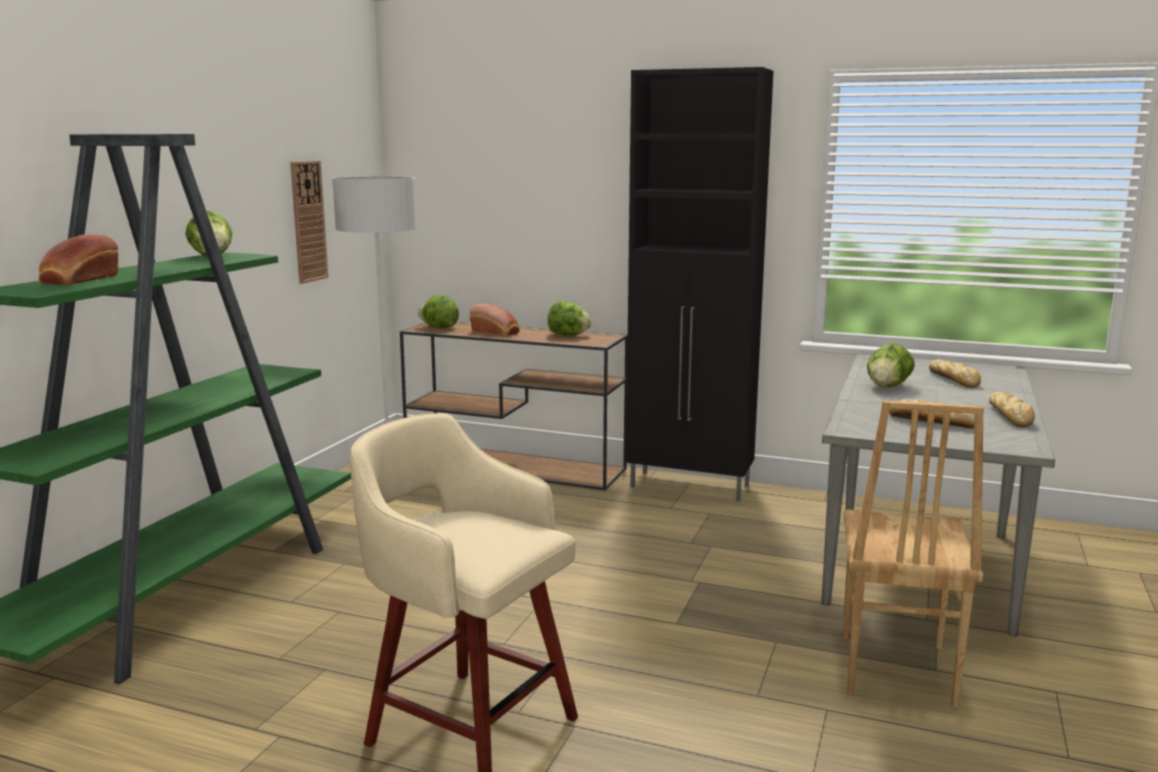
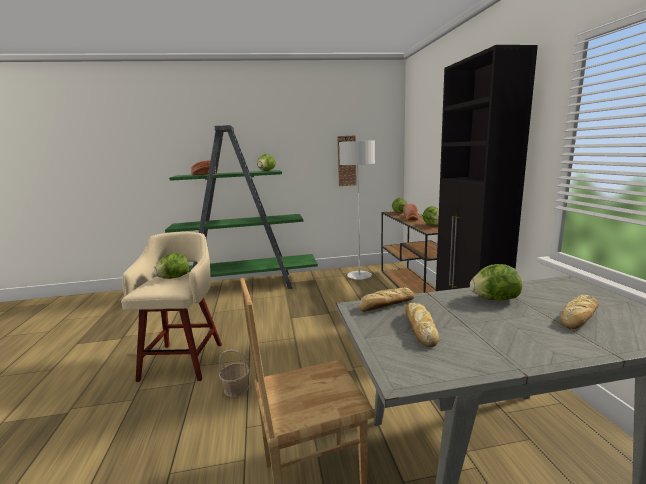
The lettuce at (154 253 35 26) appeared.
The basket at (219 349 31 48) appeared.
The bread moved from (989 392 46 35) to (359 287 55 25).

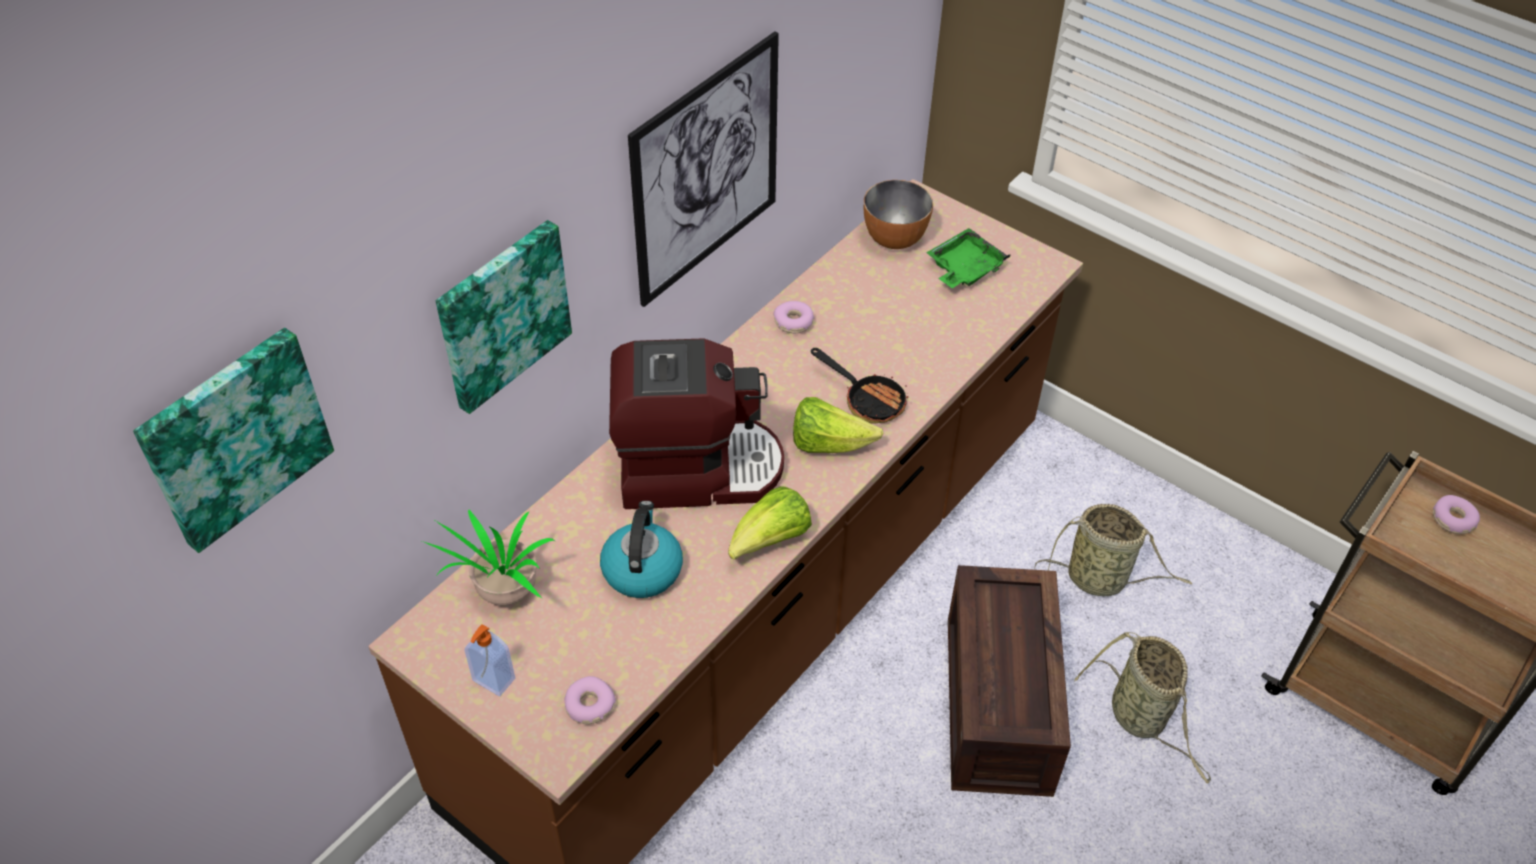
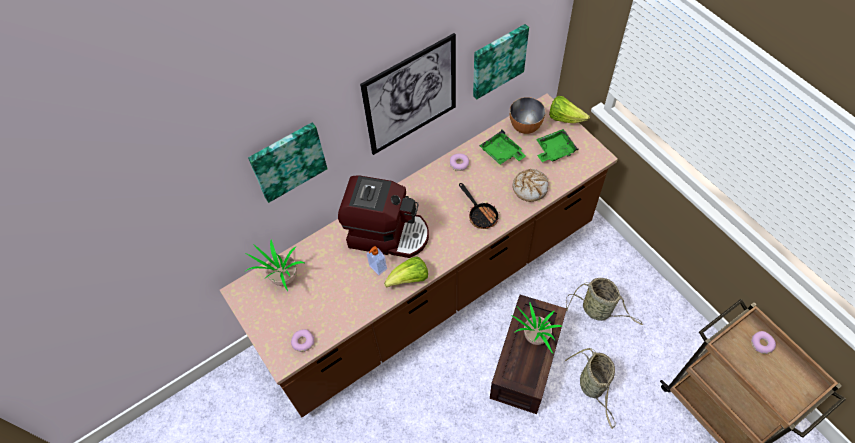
The soap dispenser moved from (464 624 51 72) to (367 246 20 29).
The picture moved from (133 327 201 226) to (473 24 56 75).
The green tray at (479 129 47 36) appeared.
The potted plant at (510 303 52 50) appeared.
The bread at (512 169 36 33) appeared.
The lettuce moved from (793 397 91 56) to (549 96 41 27).
The kettle at (600 501 83 97) disappeared.

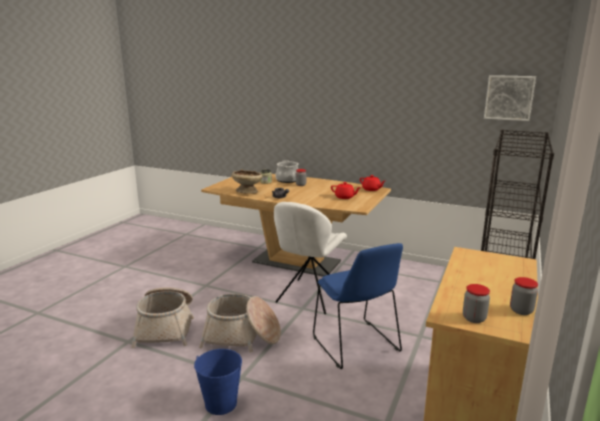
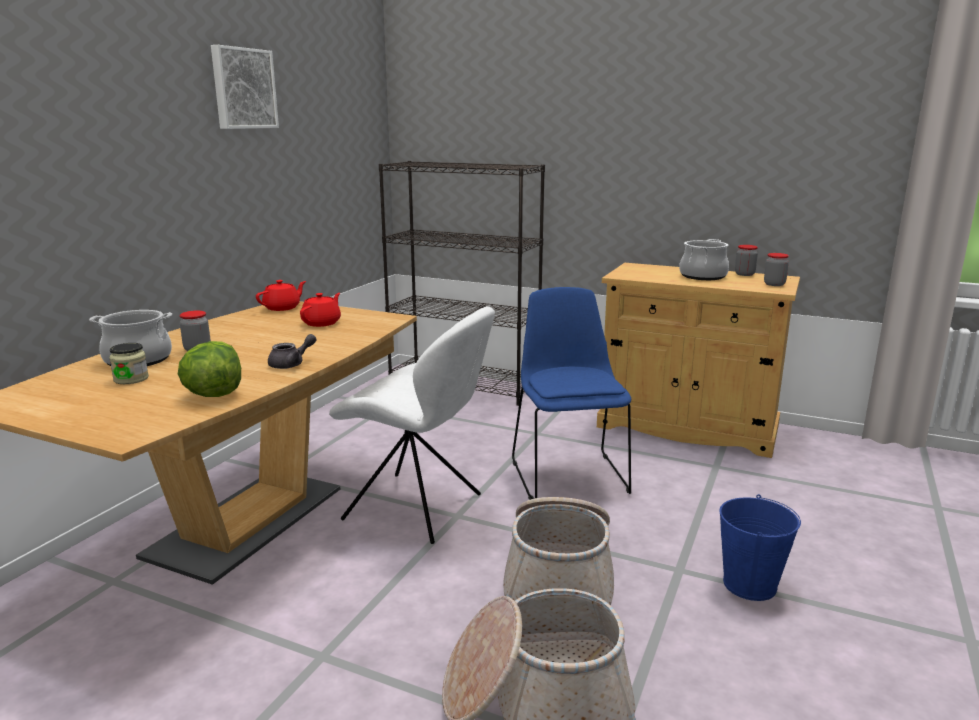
The beige bowl at (231 169 31 25) was replaced by the lettuce at (178 341 63 56).
The picture moved from (484 75 52 46) to (211 45 68 84).
The blue chair at (313 243 90 126) turned 75 degrees counterclockwise.
The cooking pot at (679 239 50 41) appeared.

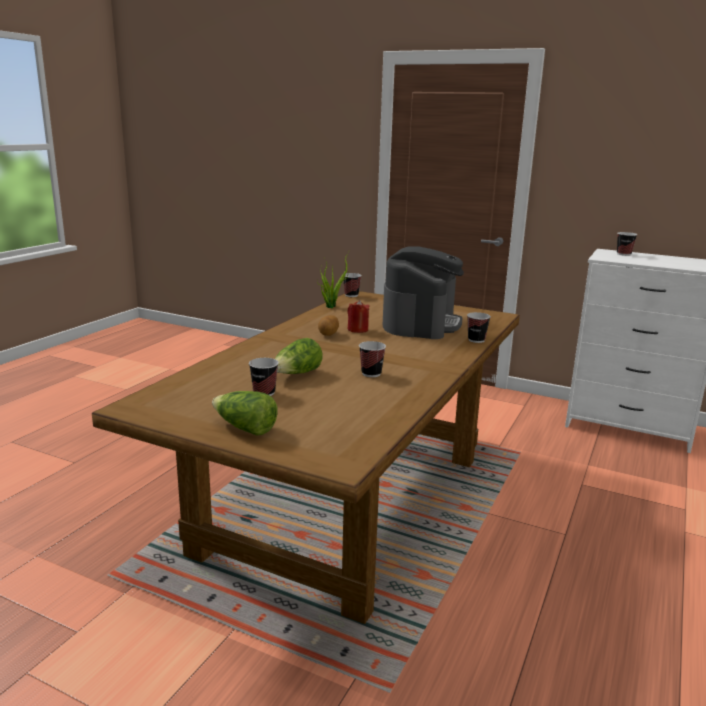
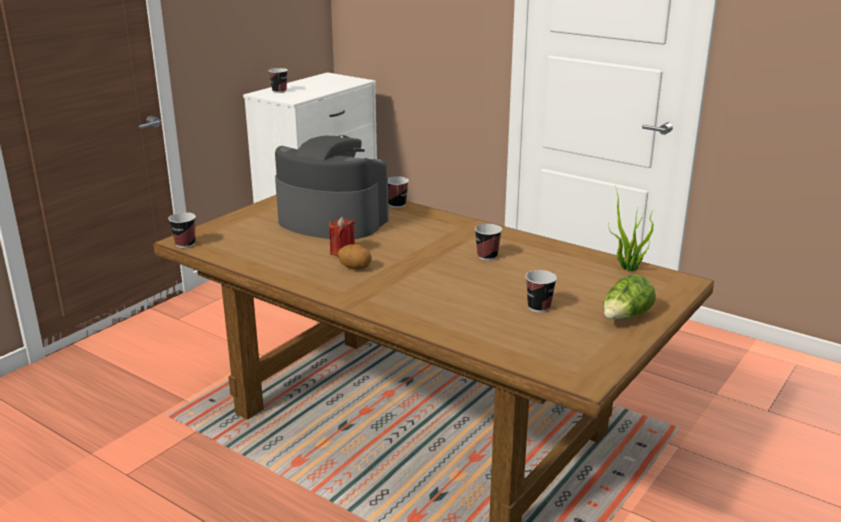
The potted plant moved from (317 249 34 59) to (608 185 46 86).
The lettuce at (275 338 48 36) disappeared.

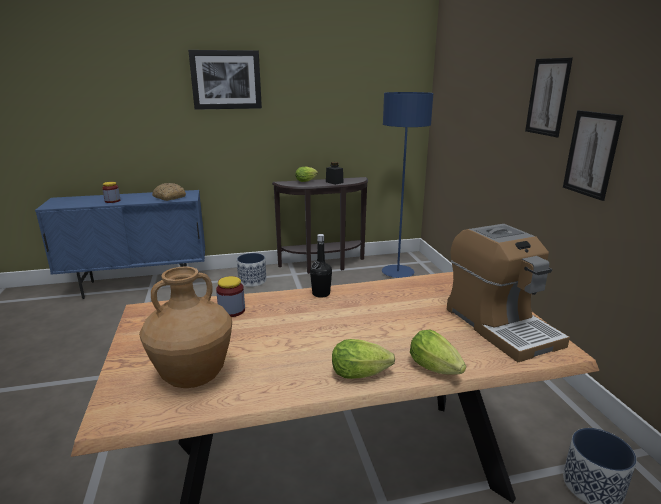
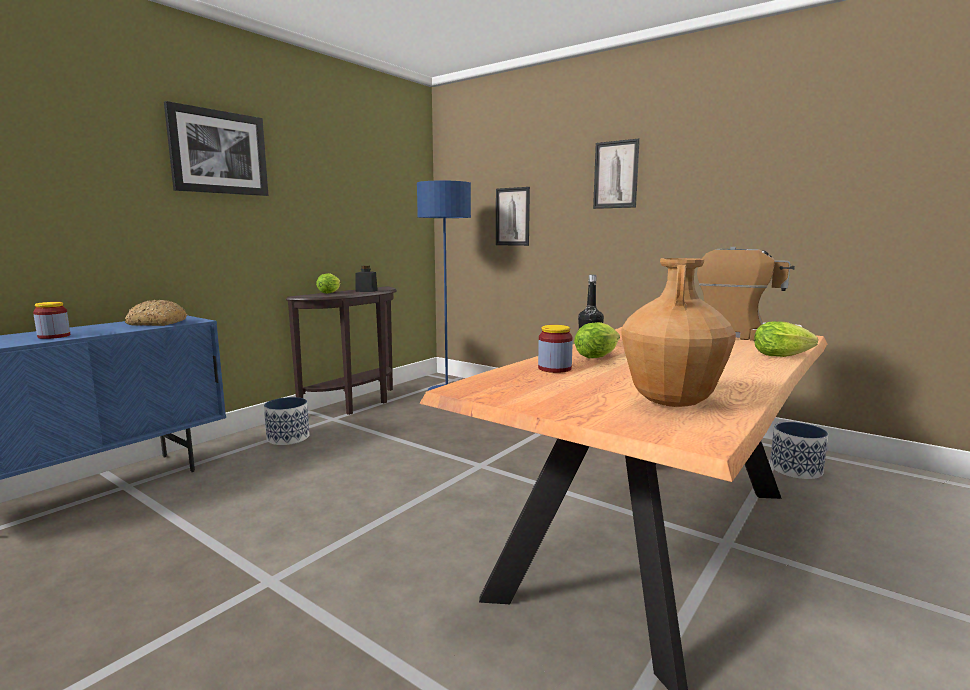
The picture moved from (563 110 60 91) to (496 187 34 59).
The lettuce moved from (332 339 63 40) to (574 322 46 36).

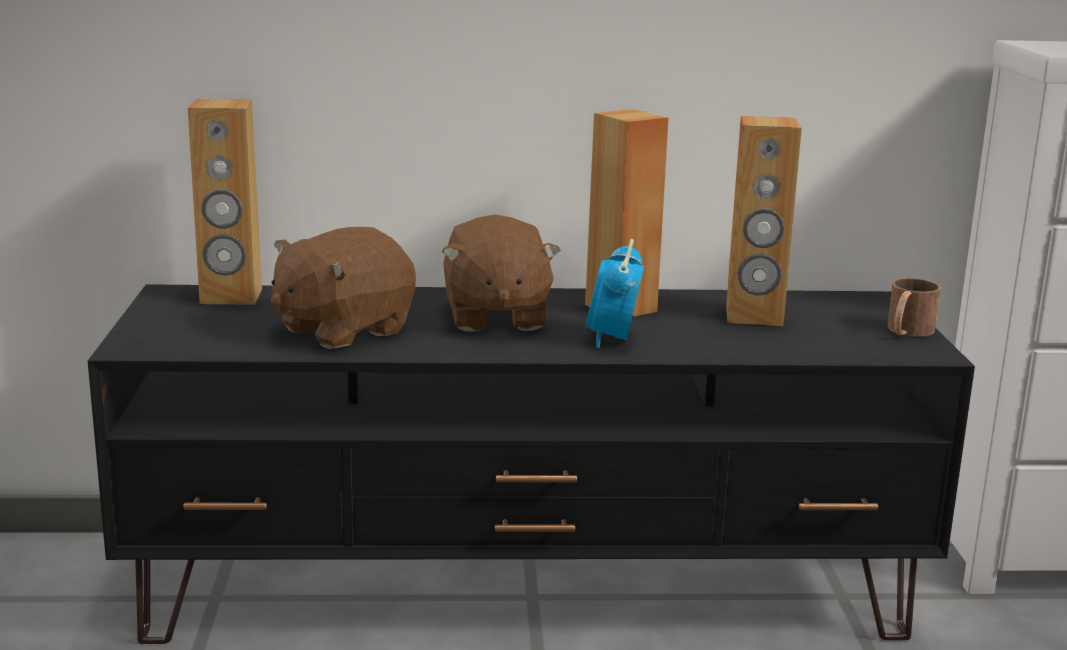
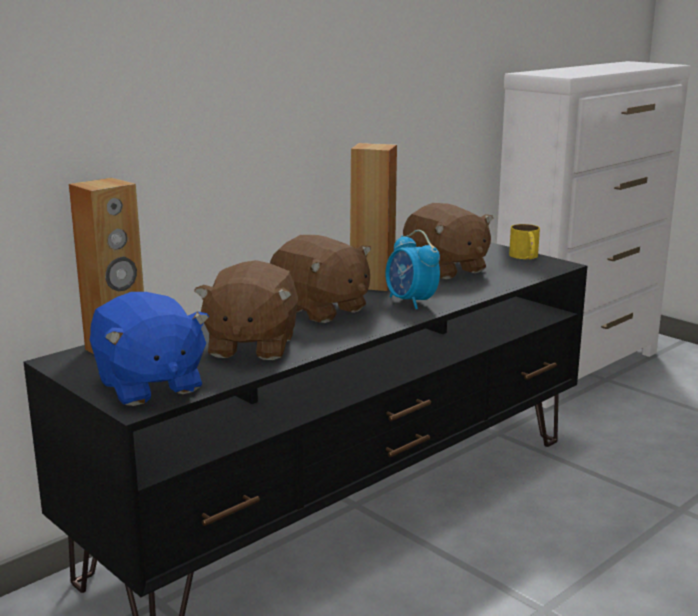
The blue plush toy at (90 292 119 114) appeared.
The brown speaker at (726 116 76 210) was replaced by the brown plush toy at (403 203 90 76).
The brown mug at (887 278 53 58) became the yellow mug at (509 224 31 35).

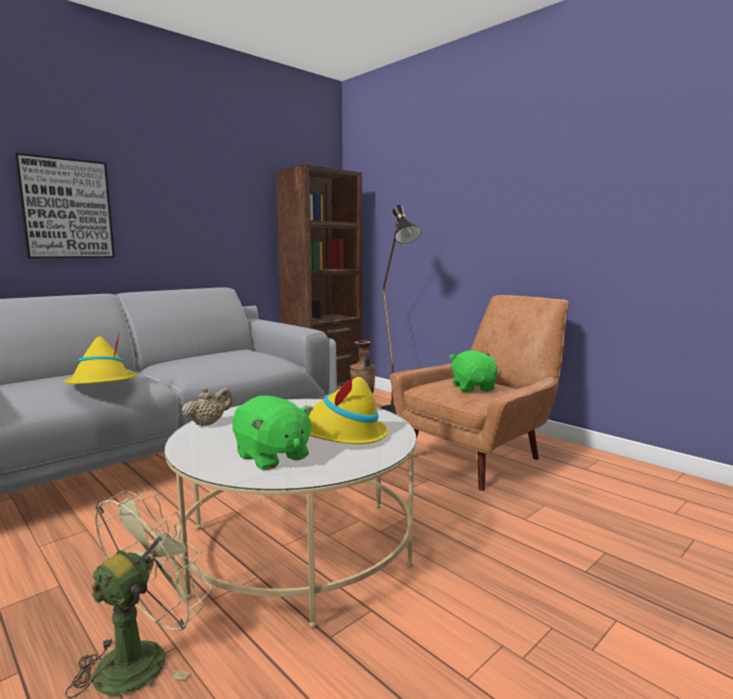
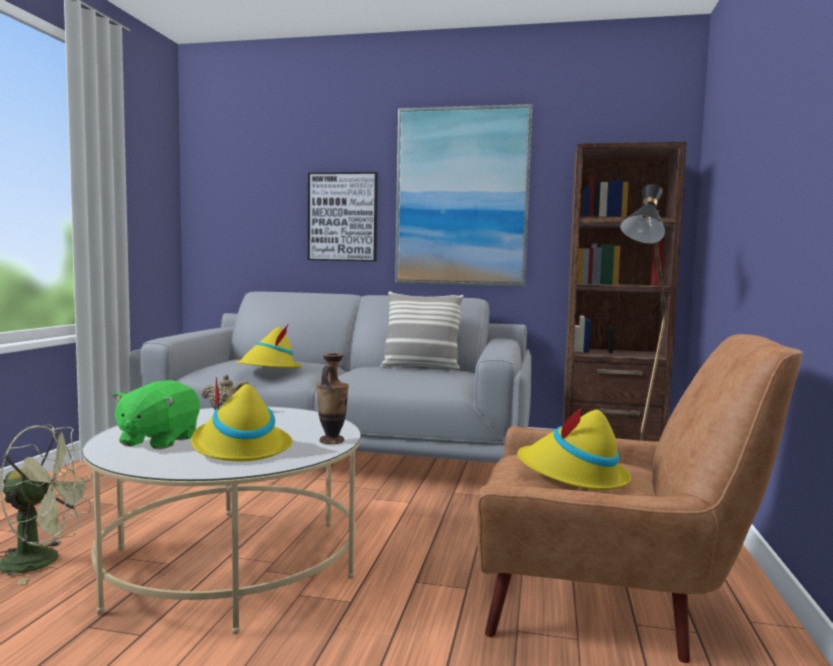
The pillow at (380 291 84 79) appeared.
The picture at (395 104 137 183) appeared.
The green plush toy at (449 350 49 42) was replaced by the yellow hat at (517 406 114 84).

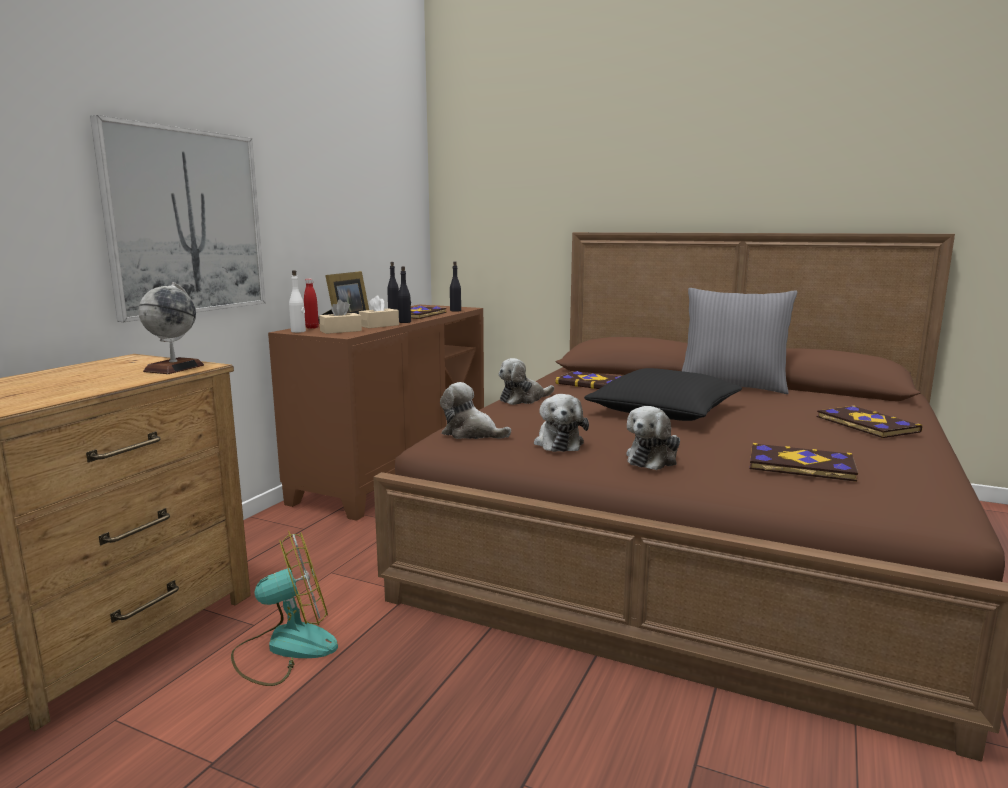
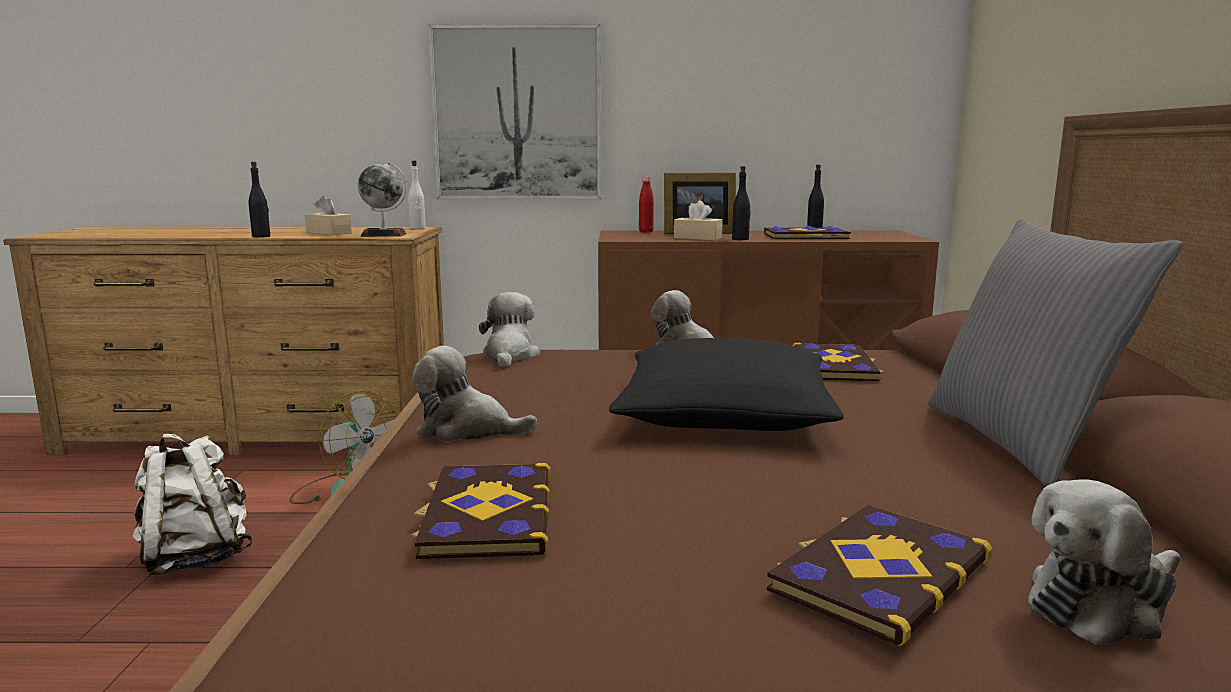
The white backpack at (132 434 120 142) appeared.
The black bottle moved from (450 261 11 51) to (249 162 21 76).
The beige tissue box moved from (319 299 43 35) to (305 196 47 39).
The white bottle moved from (289 270 17 63) to (408 160 18 69).
The plush toy moved from (534 394 55 58) to (1028 479 153 166).

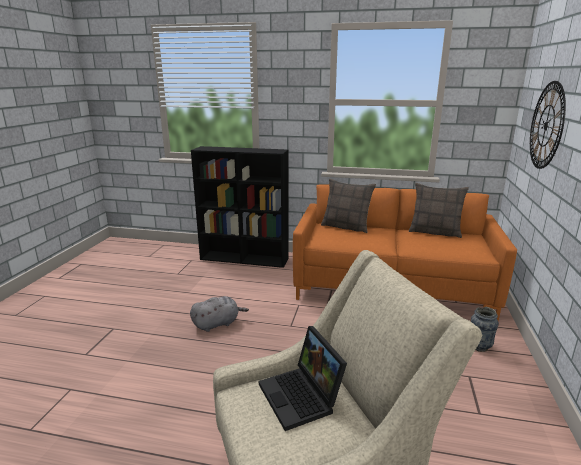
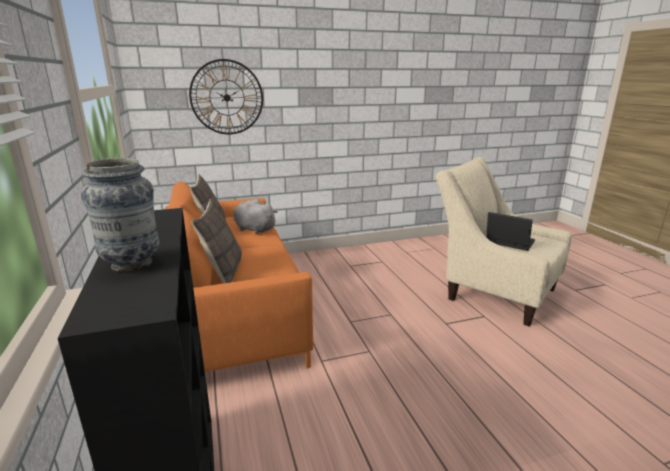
The vase moved from (471 307 28 45) to (81 158 79 114).
The grey plush toy moved from (190 296 59 36) to (233 199 45 35).
The laptop at (259 326 88 105) turned 90 degrees counterclockwise.

